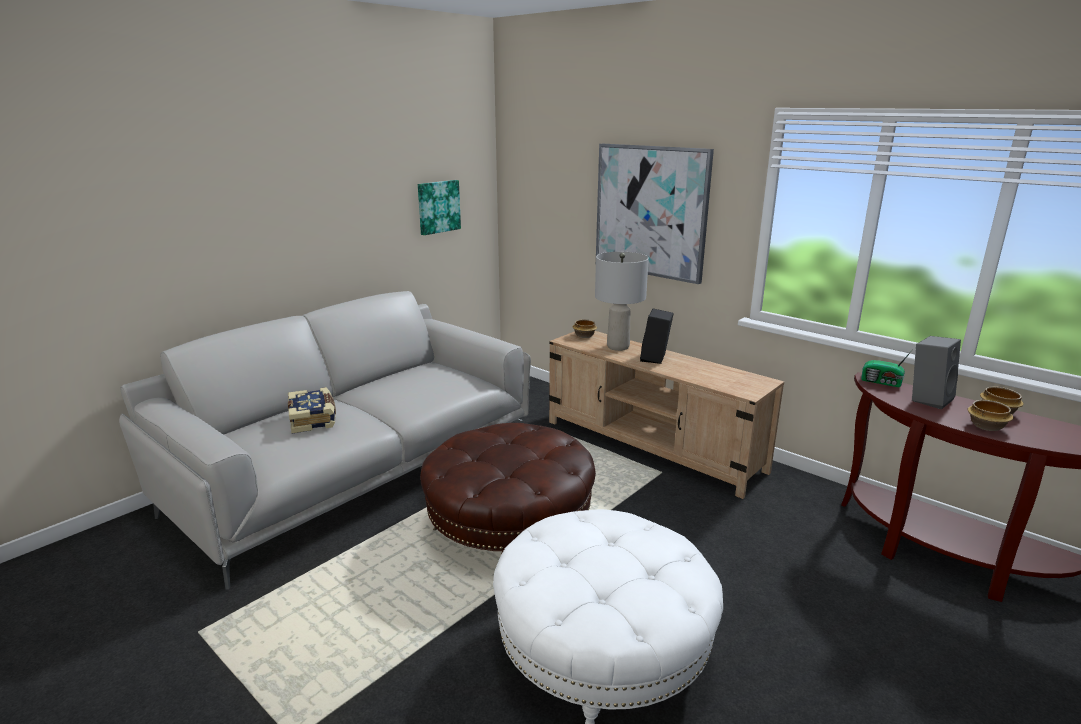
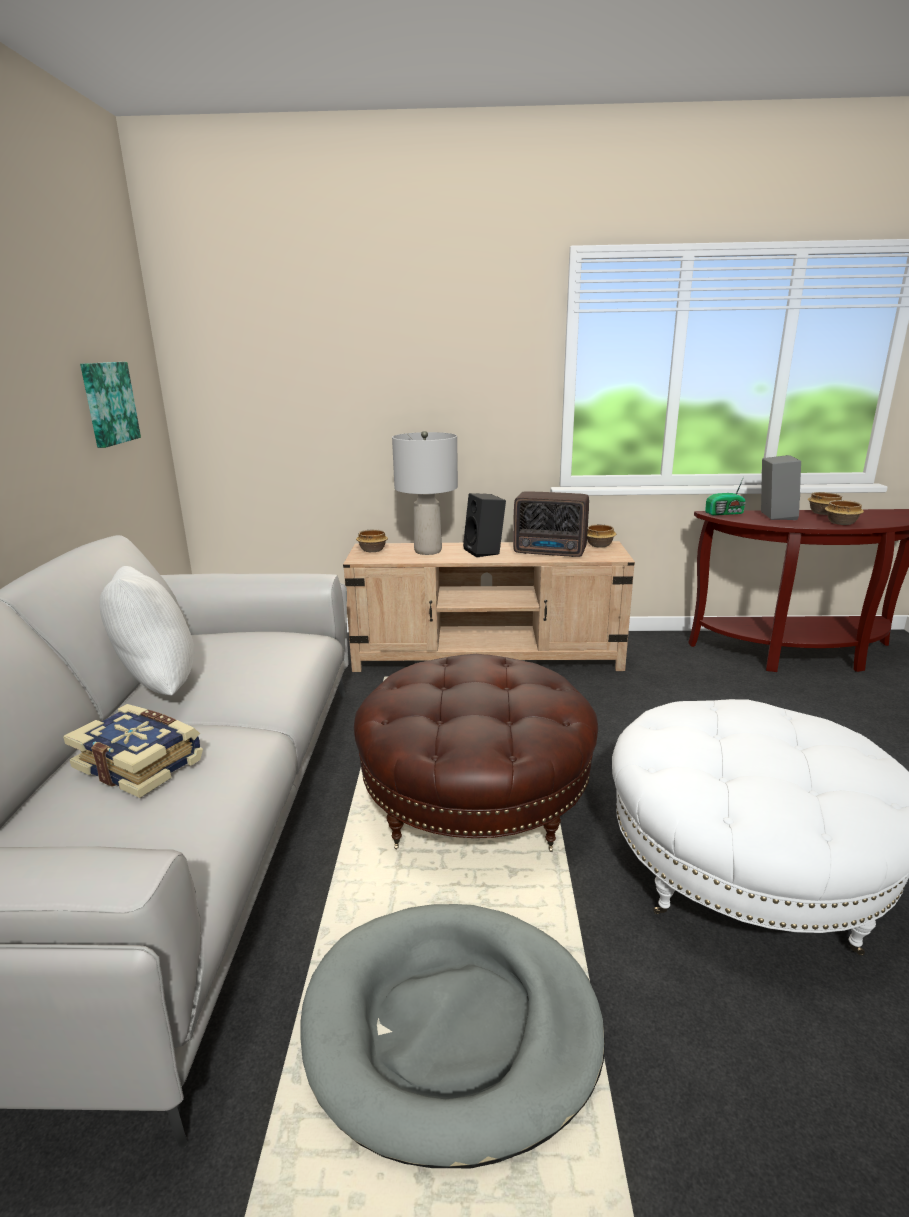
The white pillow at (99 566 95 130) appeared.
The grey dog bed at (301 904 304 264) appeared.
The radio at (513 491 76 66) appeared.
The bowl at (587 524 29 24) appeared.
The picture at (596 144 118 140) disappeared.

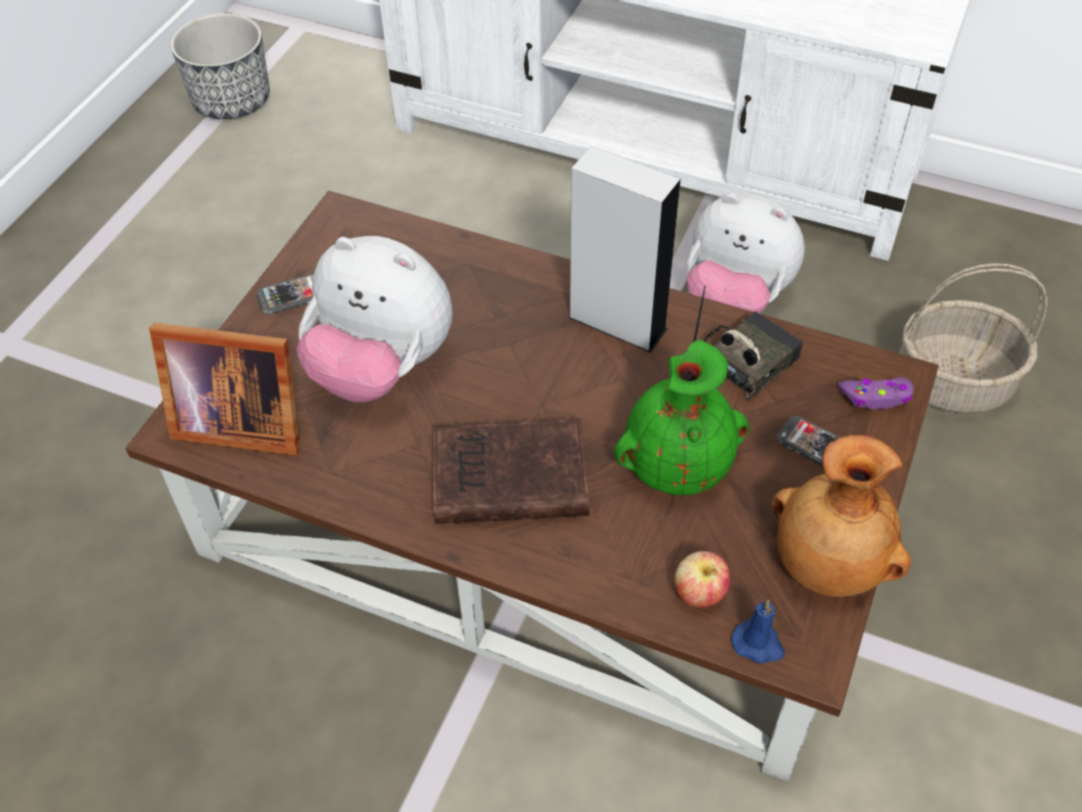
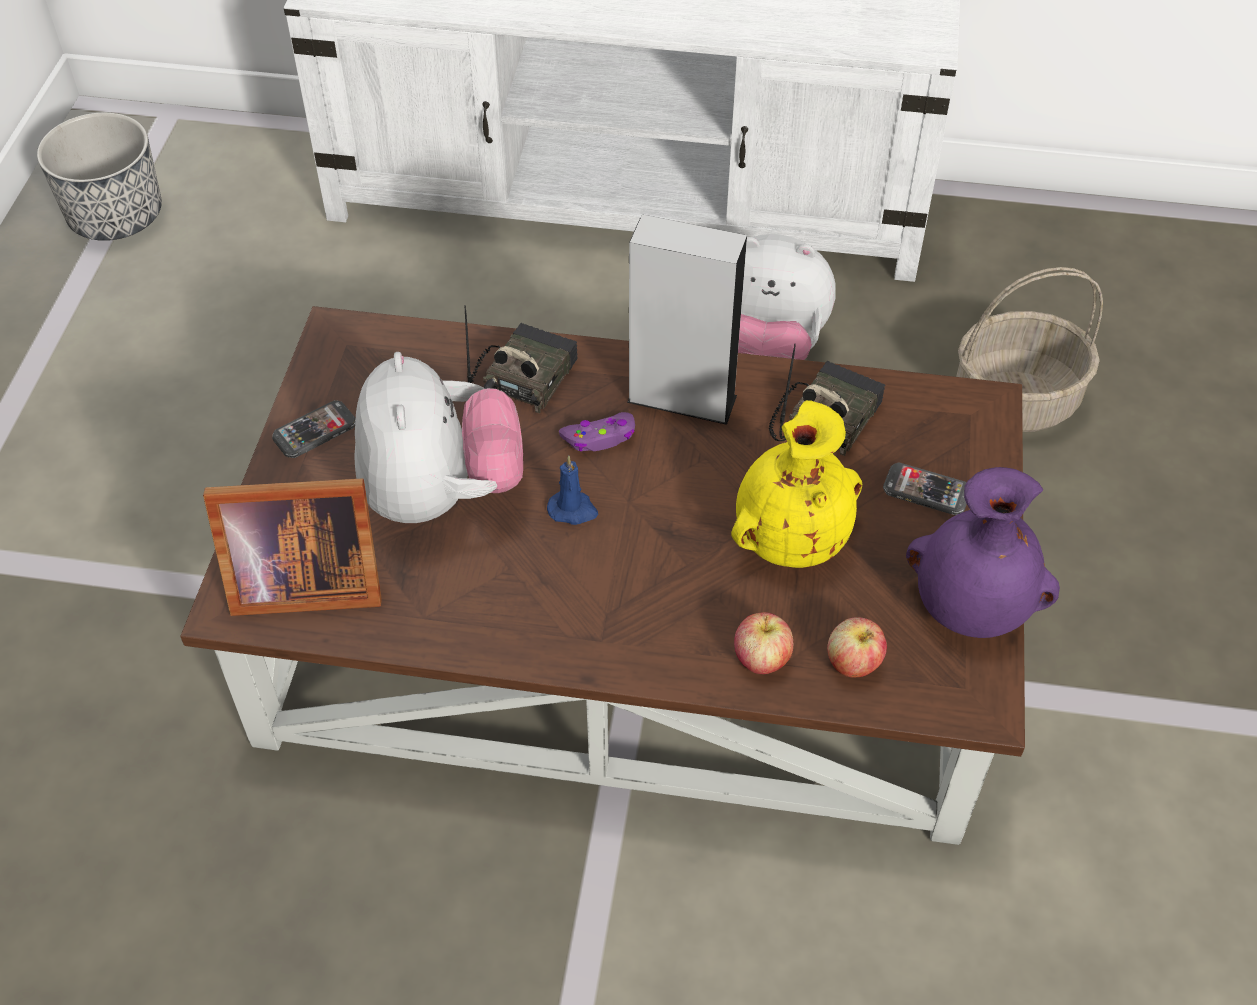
The plush toy at (296 236 156 166) turned 105 degrees counterclockwise.
The radio at (464 305 114 109) appeared.
The blue candle moved from (731 600 54 64) to (547 456 51 69).
The purple game controller moved from (838 377 75 32) to (559 412 76 39).
The green vase at (614 340 135 156) became the yellow vase at (731 400 131 168).
The apple at (734 612 59 62) appeared.
The brown vase at (771 435 140 162) became the purple vase at (906 467 154 171).
The brown book at (433 418 156 106) disappeared.

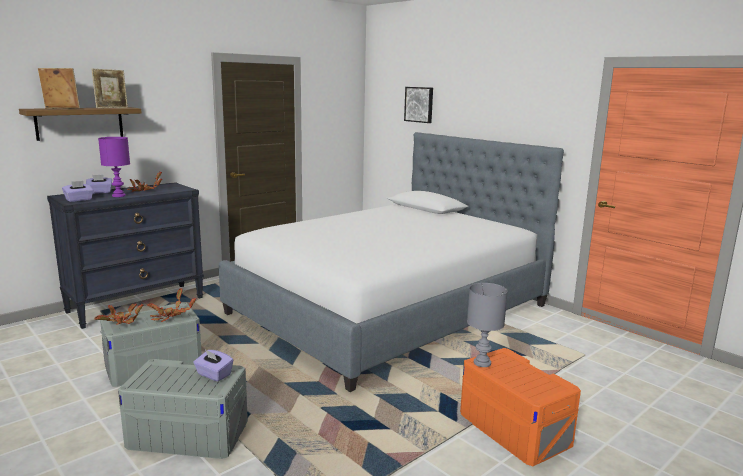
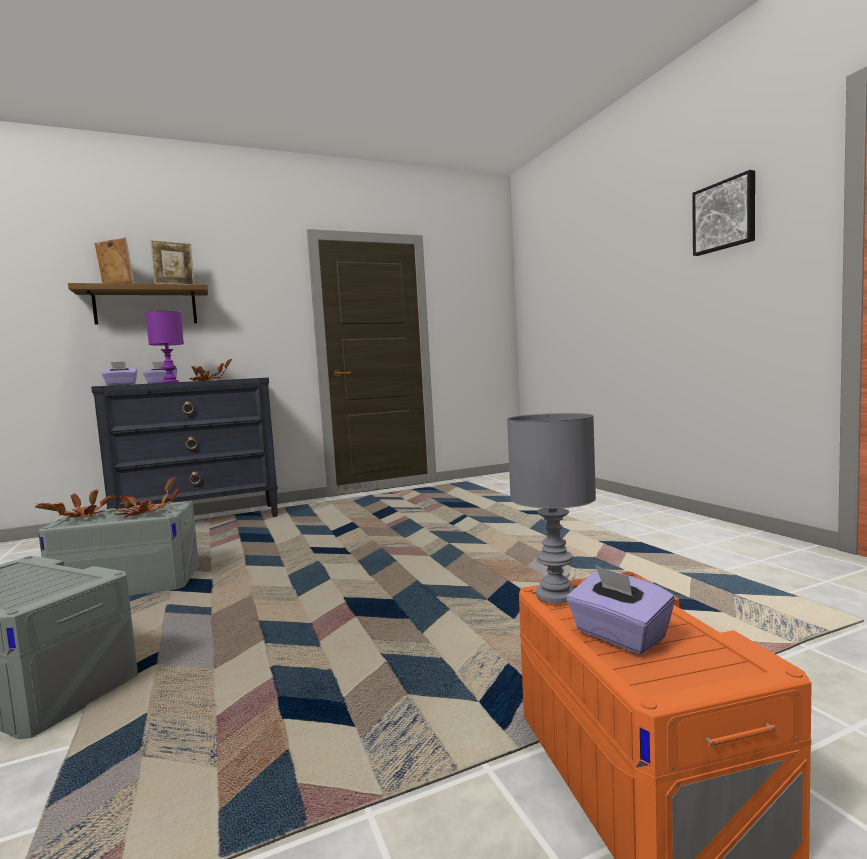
The purple tissue box moved from (193 350 40 31) to (566 566 109 88).
The picture moved from (404 87 29 36) to (692 170 63 86).
The bed at (219 132 345 260) disappeared.

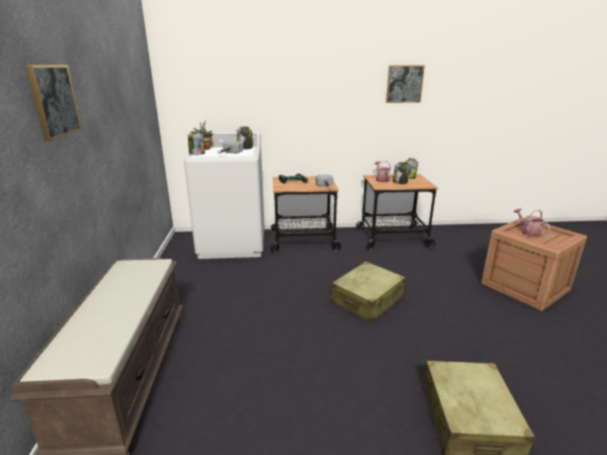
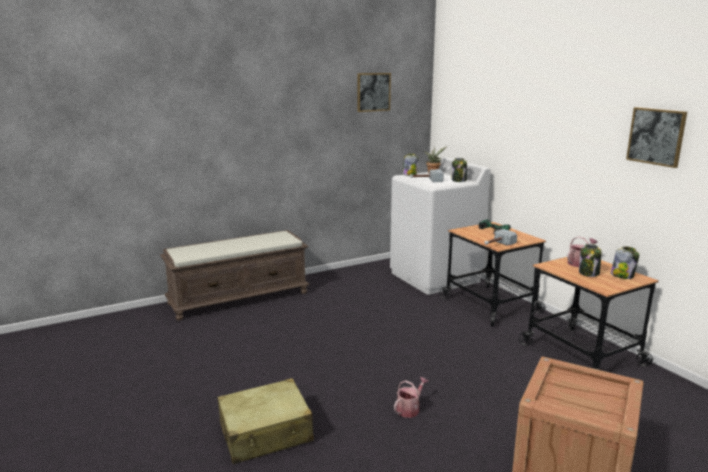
The picture moved from (25 65 57 76) to (357 73 34 39).
The watering can moved from (514 208 36 29) to (394 377 35 41).
The beige suitcase at (331 261 75 62) disappeared.

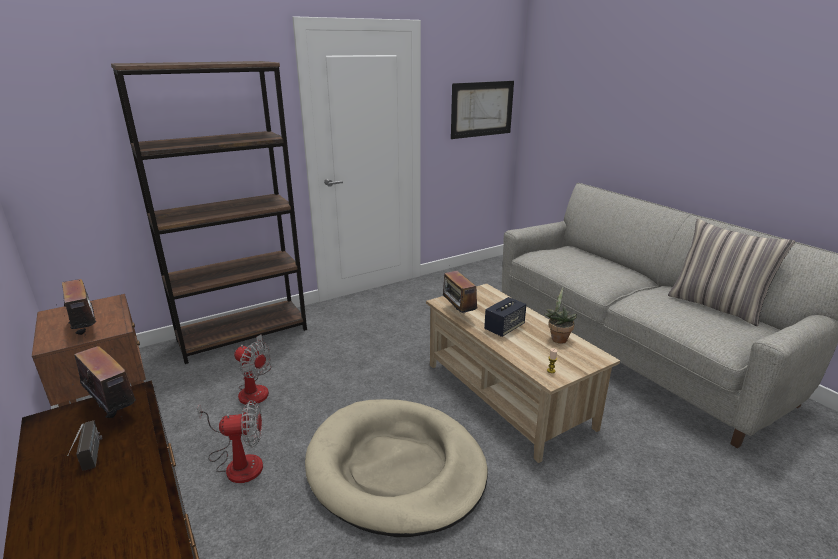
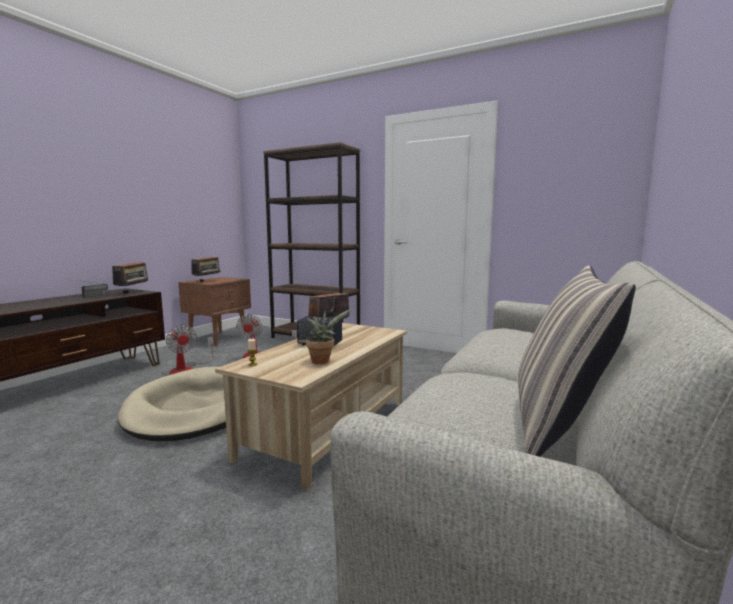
The picture at (451 81 63 58) disappeared.

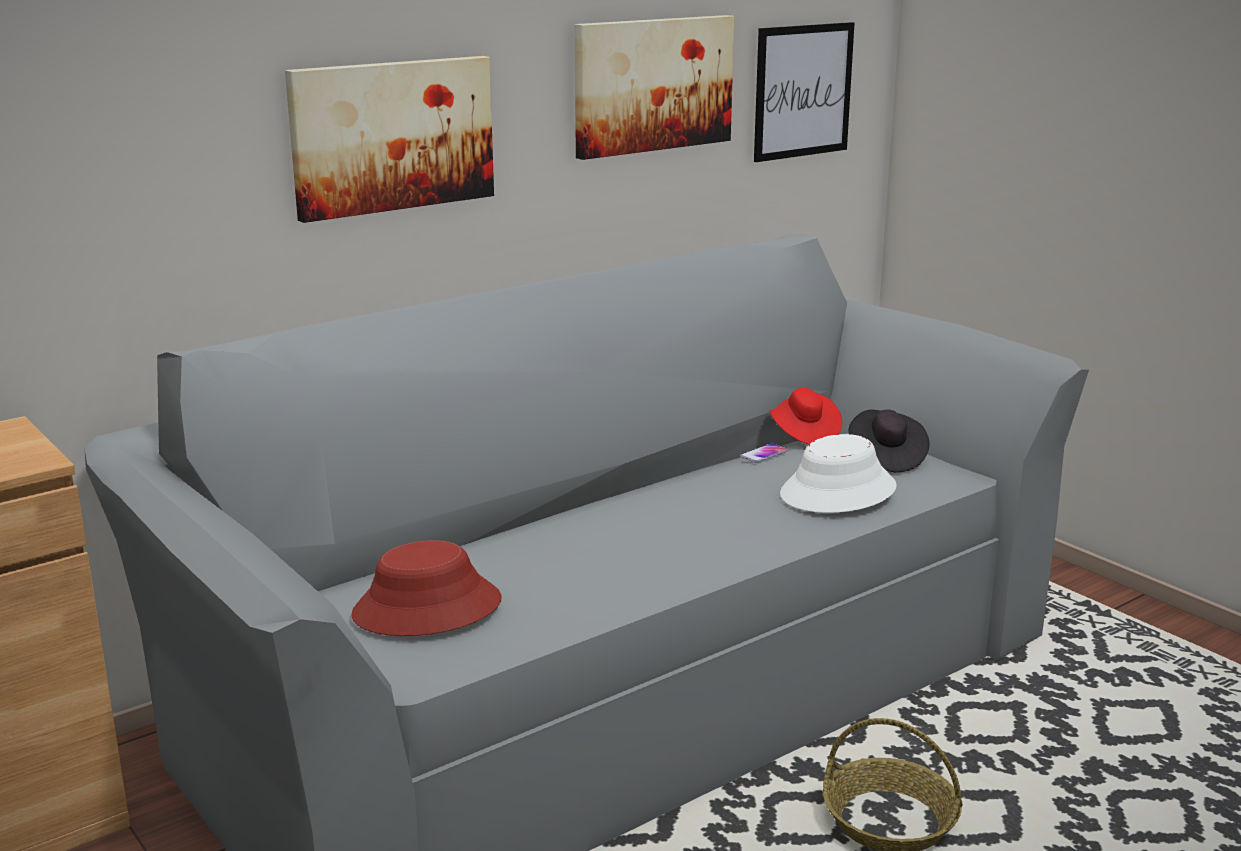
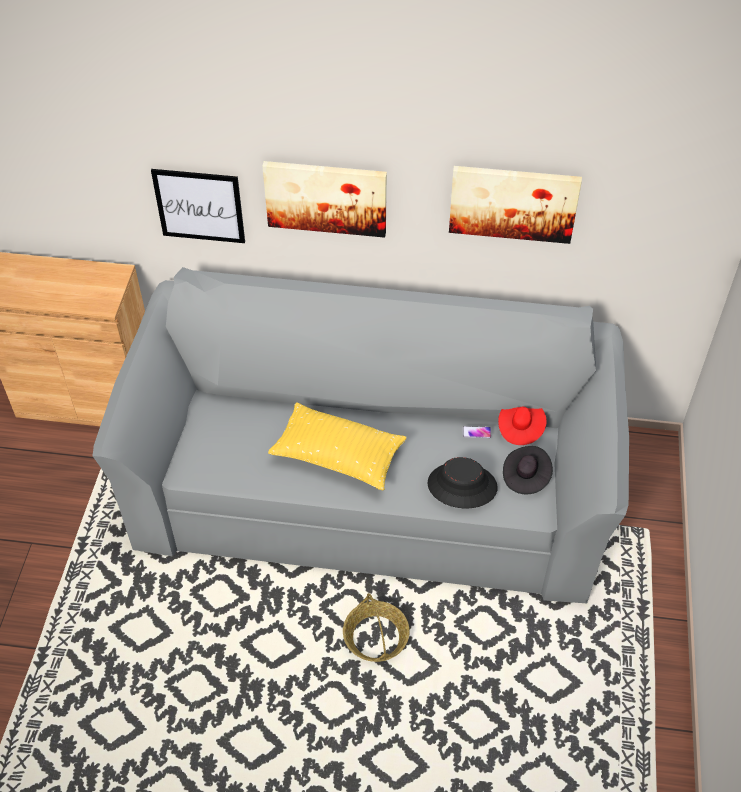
The picture moved from (754 22 101 140) to (151 169 94 74).
The yellow pillow at (268 402 139 89) appeared.
The white hat at (780 434 117 79) became the black hat at (427 457 71 52).
The red hat at (351 540 151 96) disappeared.

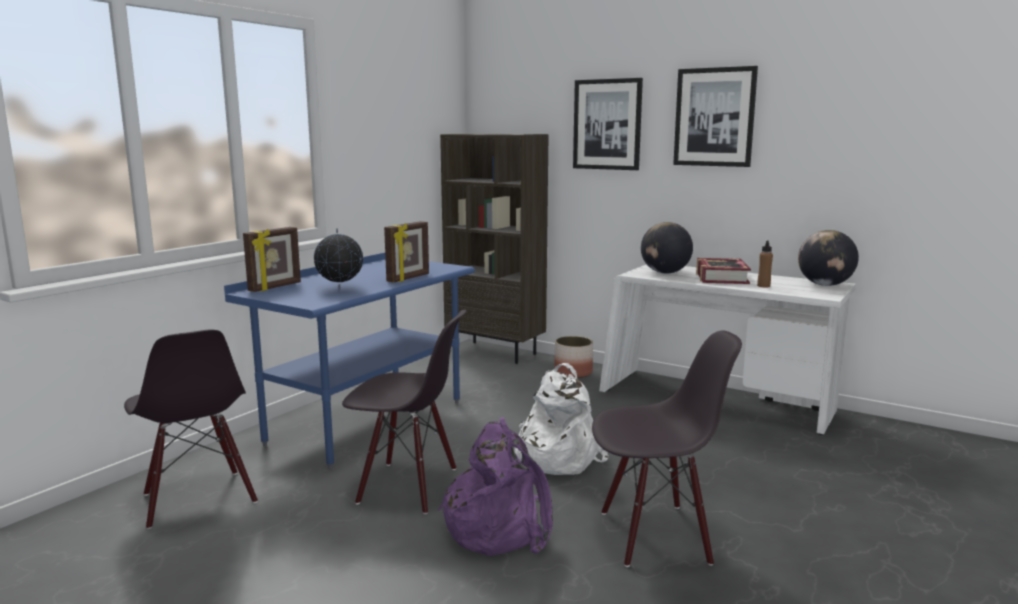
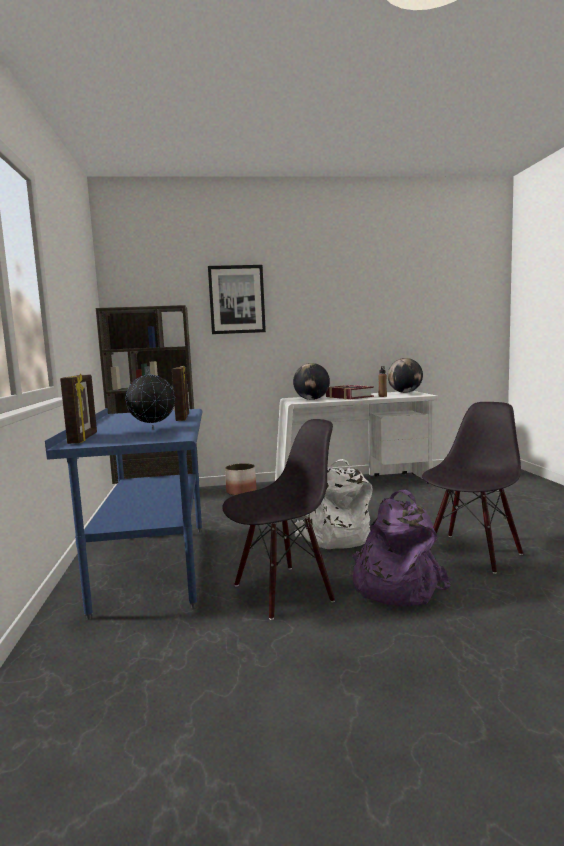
The black chair at (124 329 134 200) disappeared.
The picture at (673 66 85 101) disappeared.

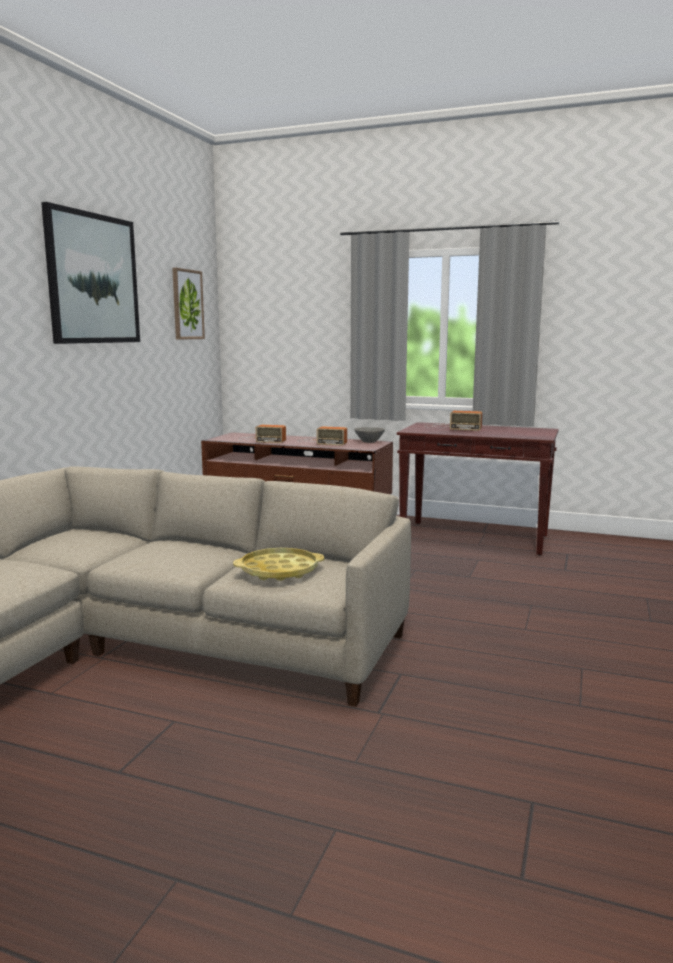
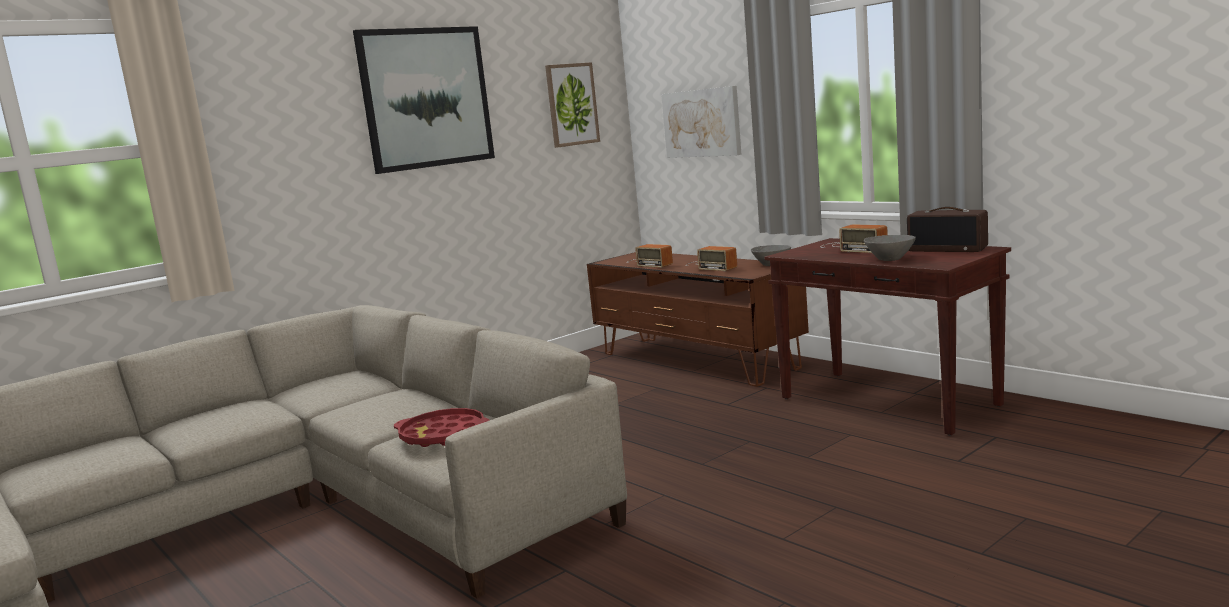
The yellow tray at (233 548 91 33) became the red tray at (394 408 96 39).
The picture at (661 86 80 72) appeared.
The grey bowl at (864 235 52 26) appeared.
The radio at (907 207 81 45) appeared.

